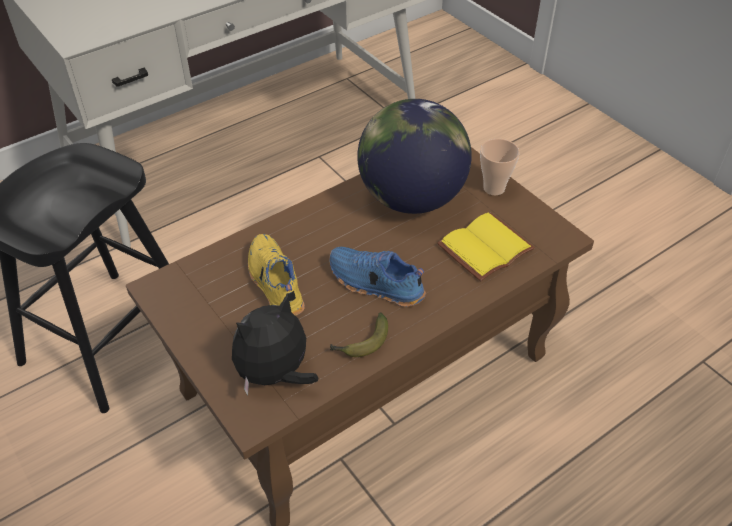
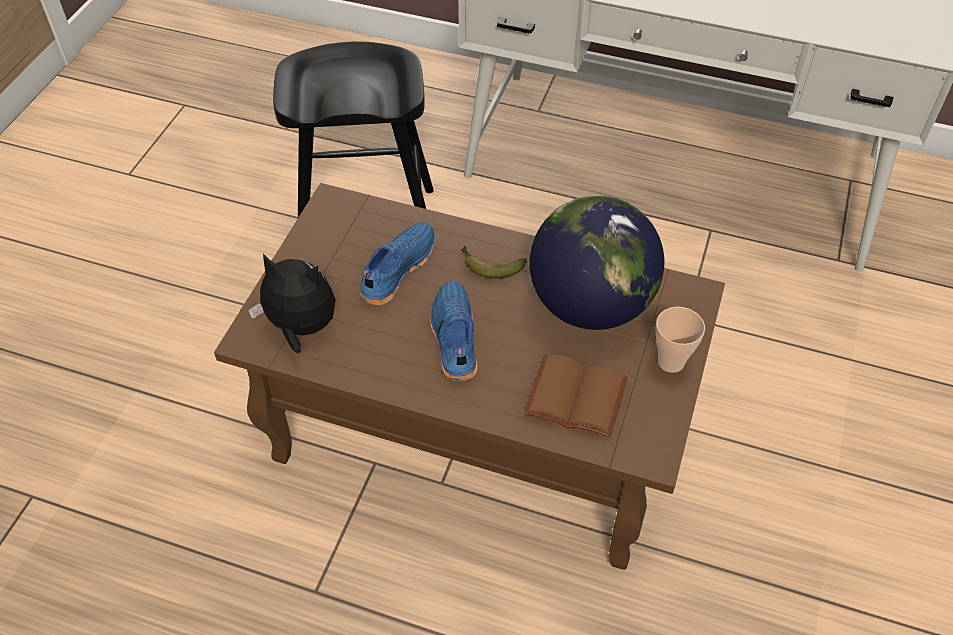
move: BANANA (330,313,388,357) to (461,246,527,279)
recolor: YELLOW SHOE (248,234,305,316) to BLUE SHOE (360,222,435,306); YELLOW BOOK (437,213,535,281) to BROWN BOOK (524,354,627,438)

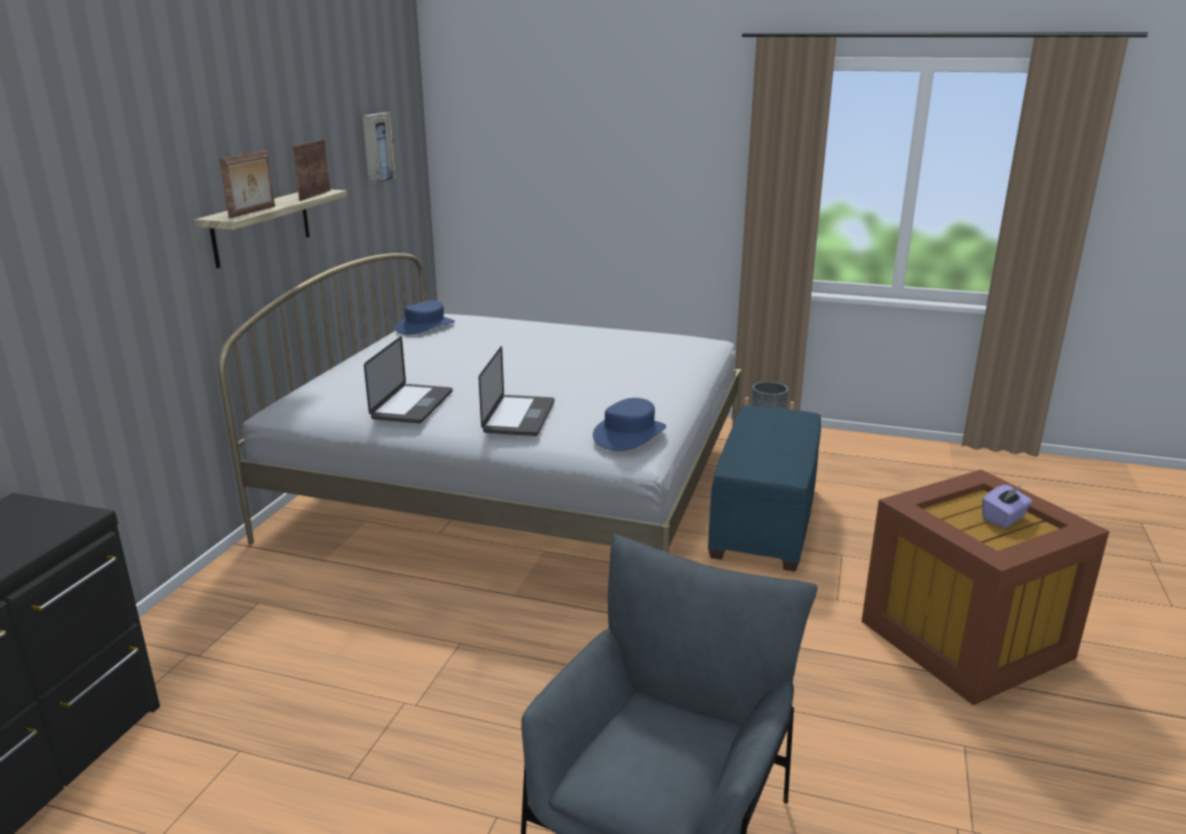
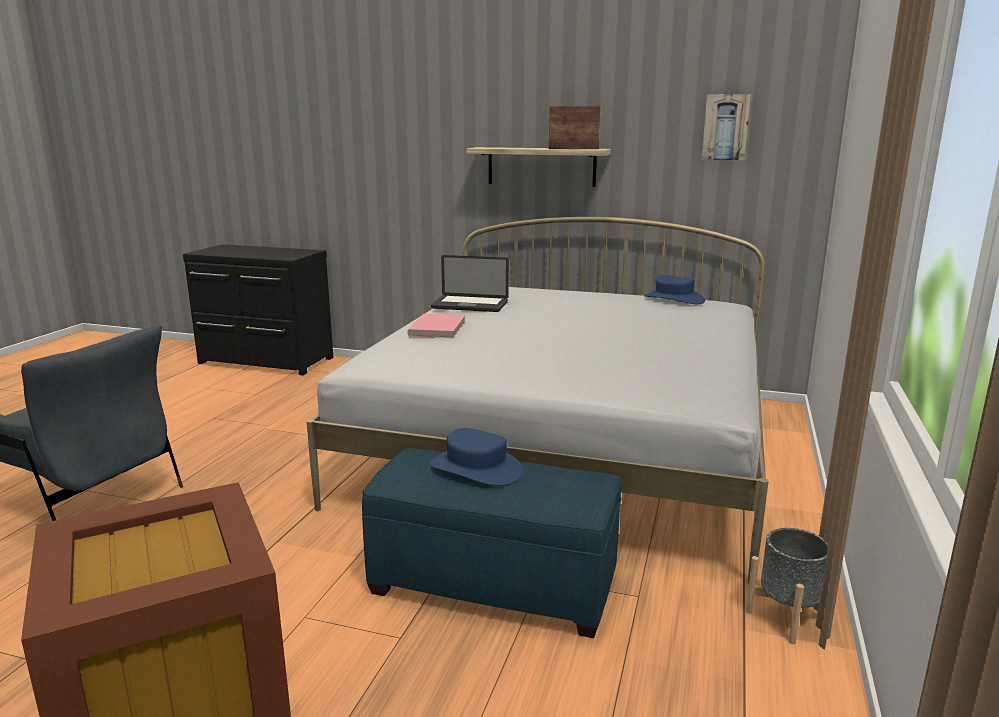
delete: PICTURE FRAME (219,150,275,218); PURPLE TISSUE BOX (982,485,1033,528)
move: BLUE HAT (593,398,666,451) to (430,428,523,486)
replace: LAPTOP (478,346,554,436) to PINK BOOK (407,314,465,338)

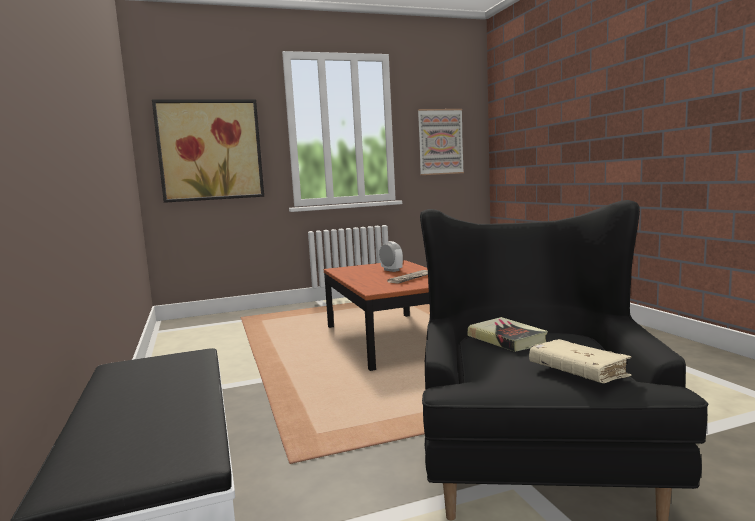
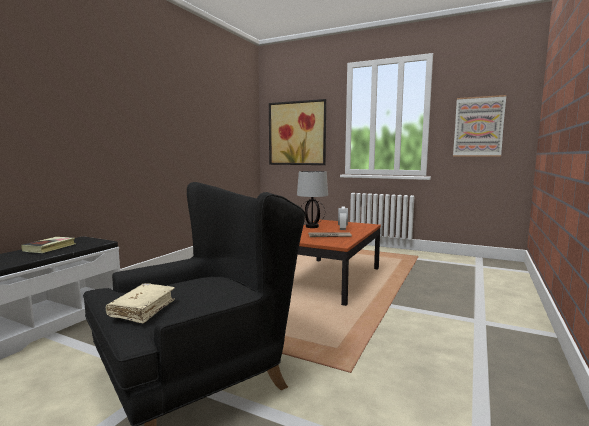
insert: TABLE LAMP (297,171,328,228)
move: BOOK (468,317,548,352) to (21,237,75,253)

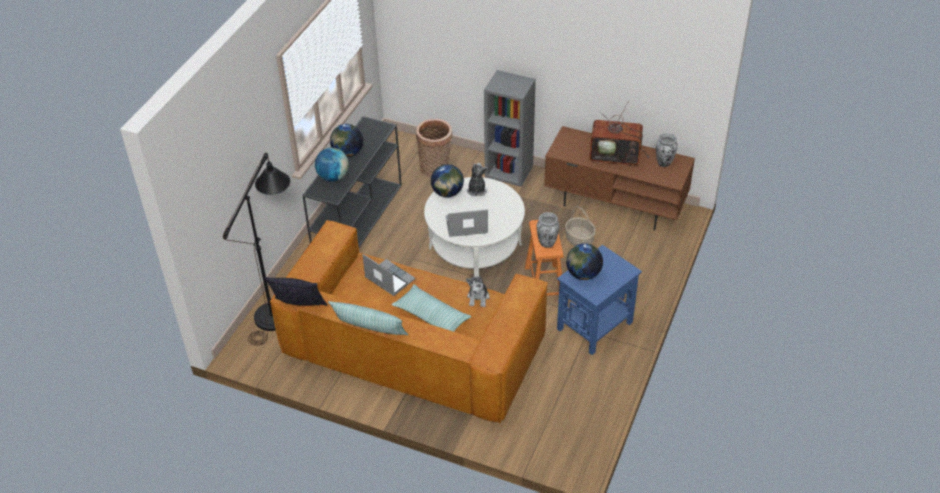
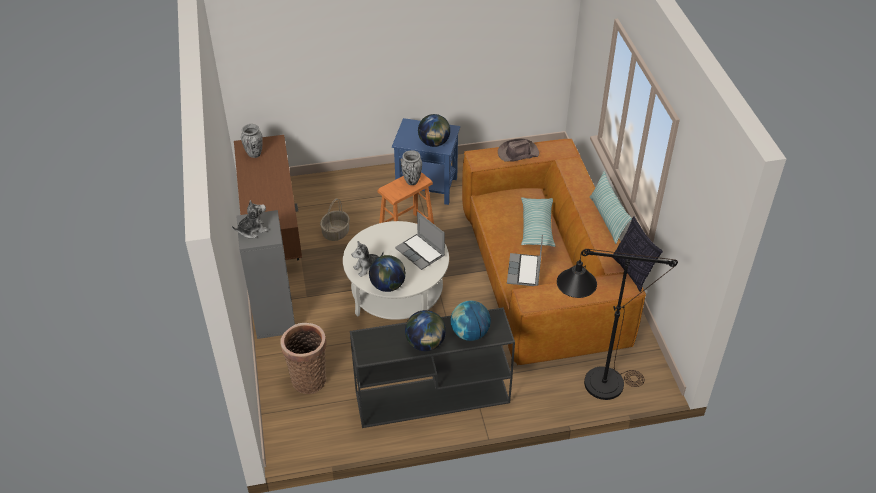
delete: TELEVISION (590,101,649,166)
insert: BROWN HAT (498,139,539,161)
move: PLUSH TOY (466,276,490,307) to (232,200,268,238)

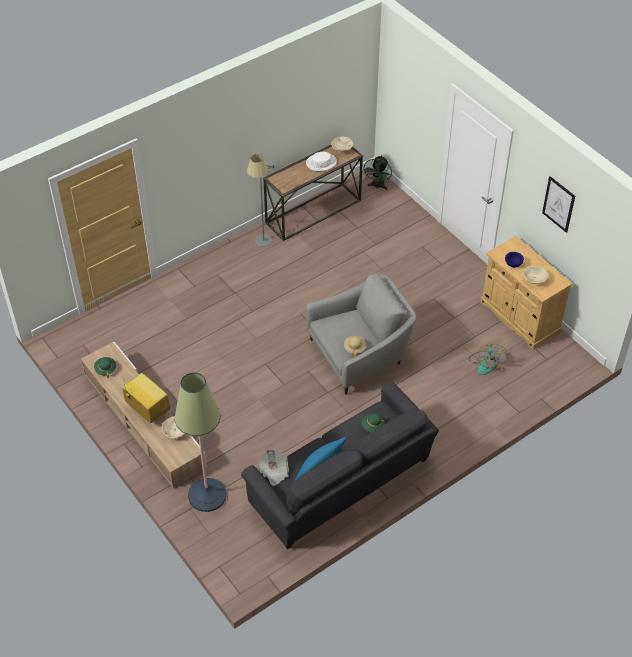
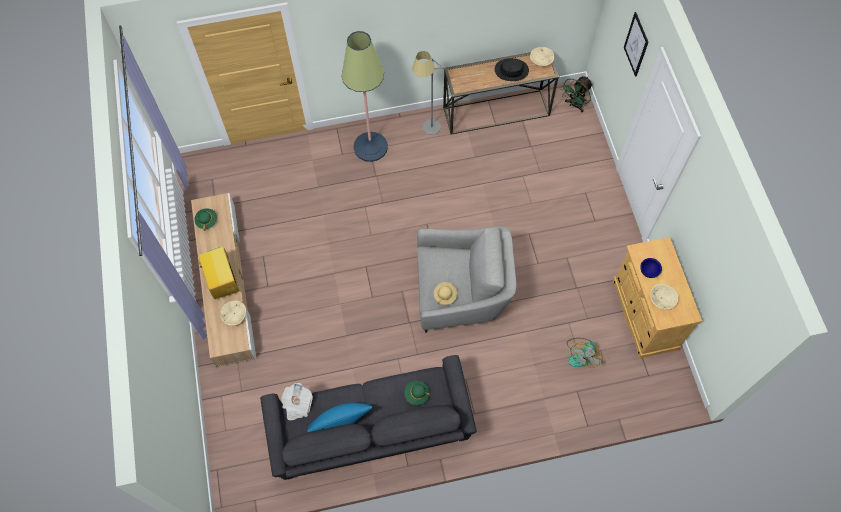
move: FLOOR LAMP (174,373,227,512) to (341,31,388,162); PICTURE (542,176,575,233) to (624,12,649,77)
recolor: WHITE HAT (306,152,337,171) to BLACK HAT (495,58,529,81)

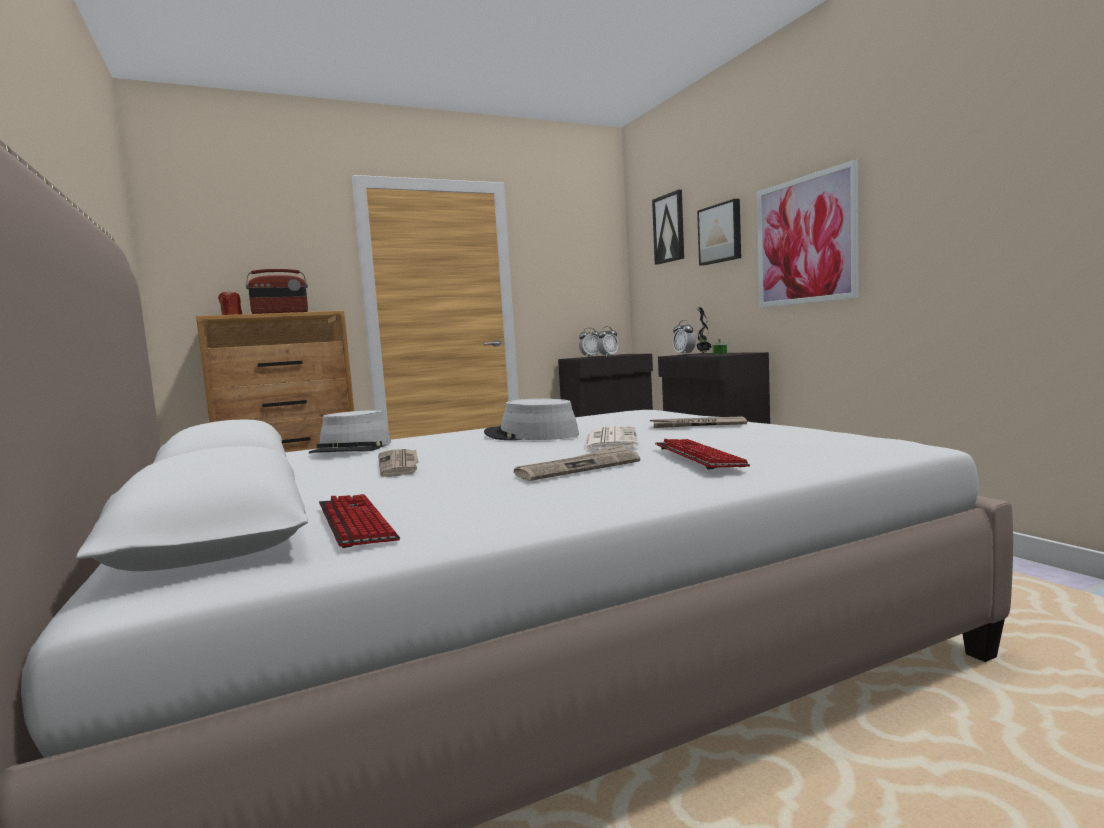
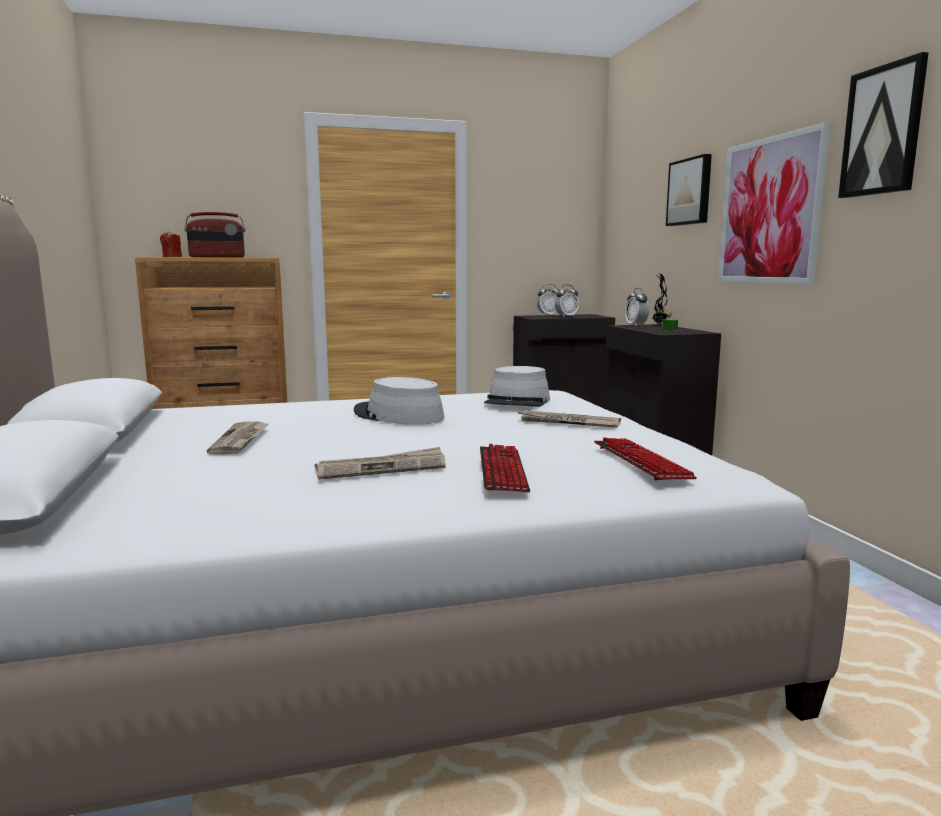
delete: NEWSPAPER (583,426,638,450)
move: GREY HAT (309,410,391,453) to (484,366,550,407); KEYBOARD (319,494,400,548) to (594,437,697,480); PICTURE (652,190,684,265) to (838,52,929,198)

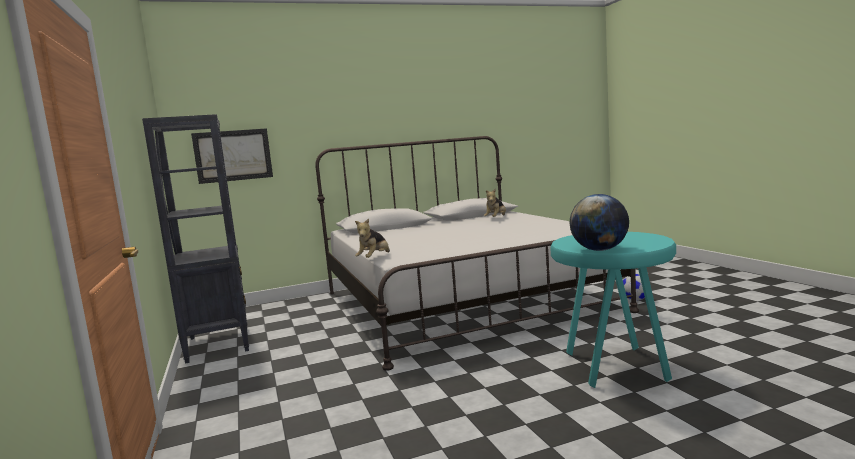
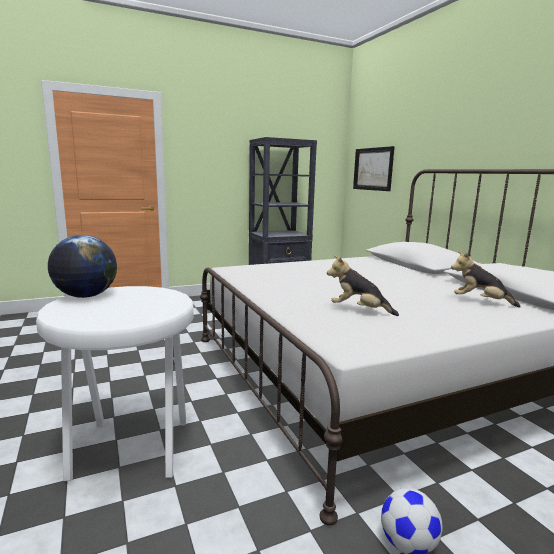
move: PLUSH TOY (355,218,390,258) to (327,255,399,316)
recolor: TURQUOISE STOOL (550,232,676,388) to WHITE STOOL (36,286,194,481)

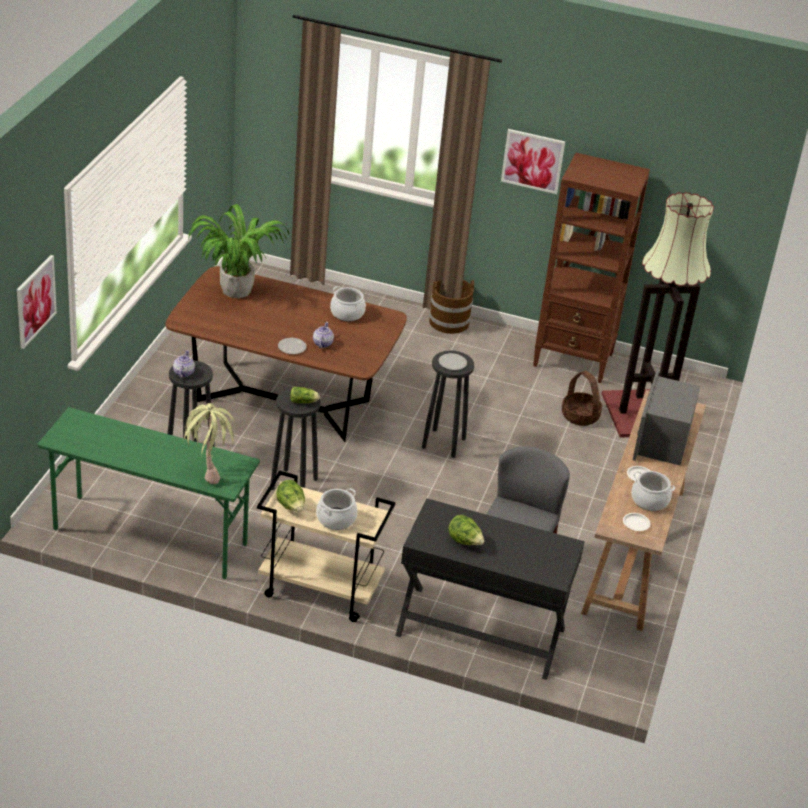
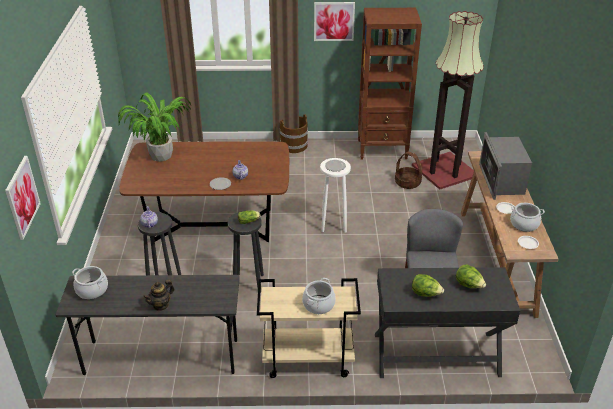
delete: POTTED PLANT (181,403,235,484)
insert: TEAPOT (143,279,174,311)
move: LETTUCE (276,480,305,512) to (456,264,486,288); COOKING POT (330,286,366,321) to (72,266,108,299)
recolor: GREEN DESK (37,407,260,579) to GREY DESK (56,275,240,375); BLACK STOOL (422,350,474,458) to WHITE STOOL (320,158,351,233)

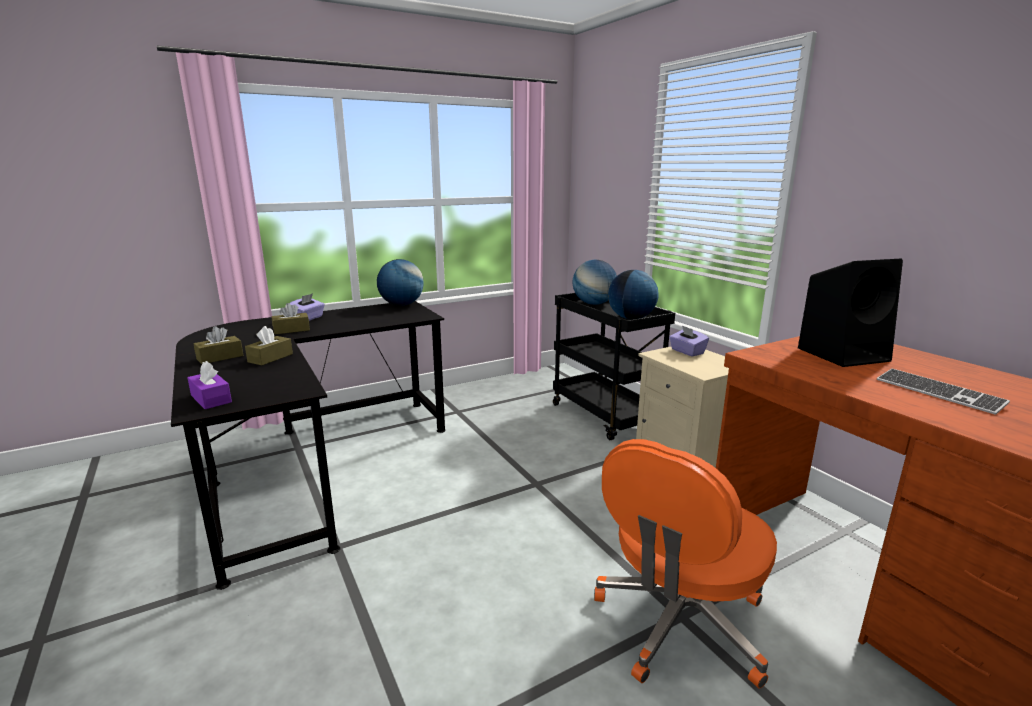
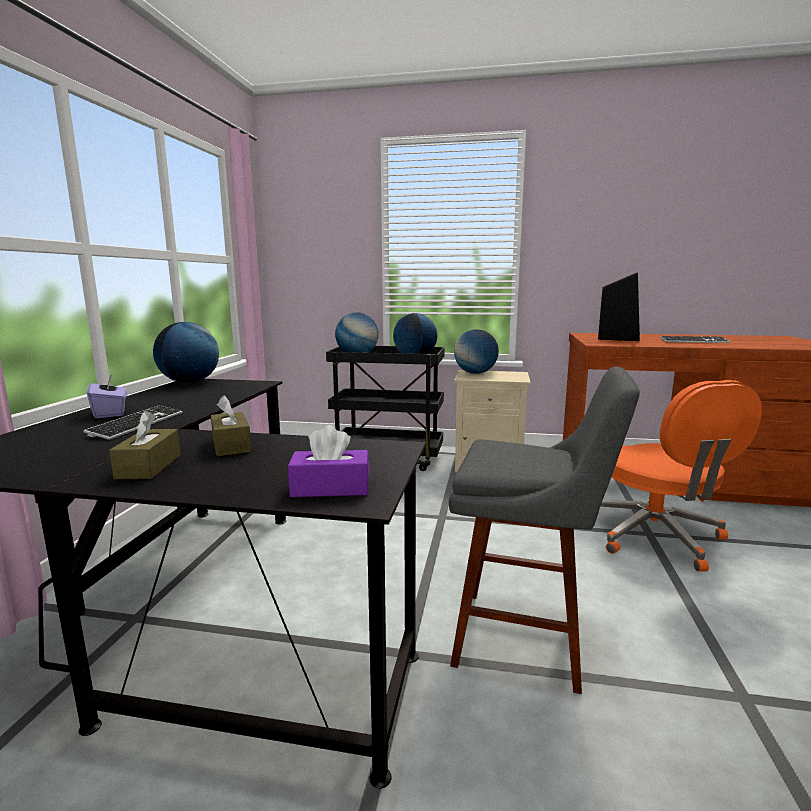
insert: GREY STOOL (449,367,640,694)
replace: BROWN TISSUE BOX (272,303,310,334) to KEYBOARD (83,405,182,440); PURPLE TISSUE BOX (669,325,709,357) to GLOBE (454,329,499,374)

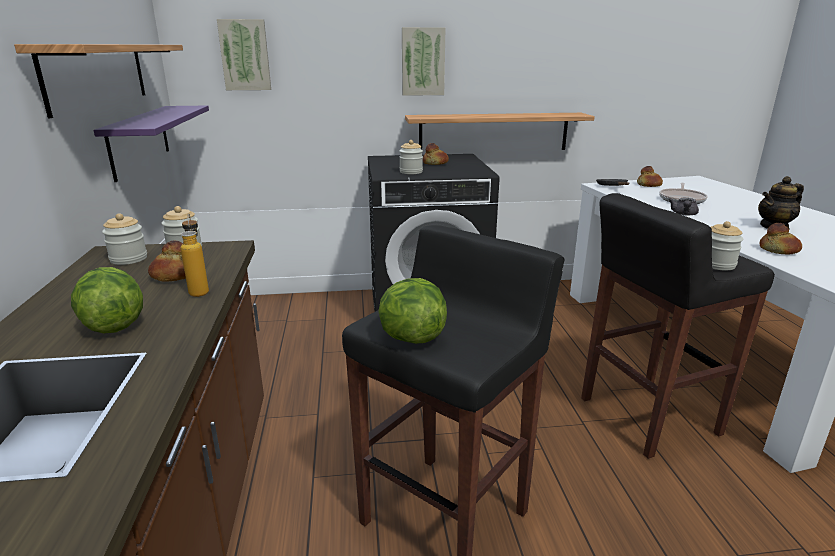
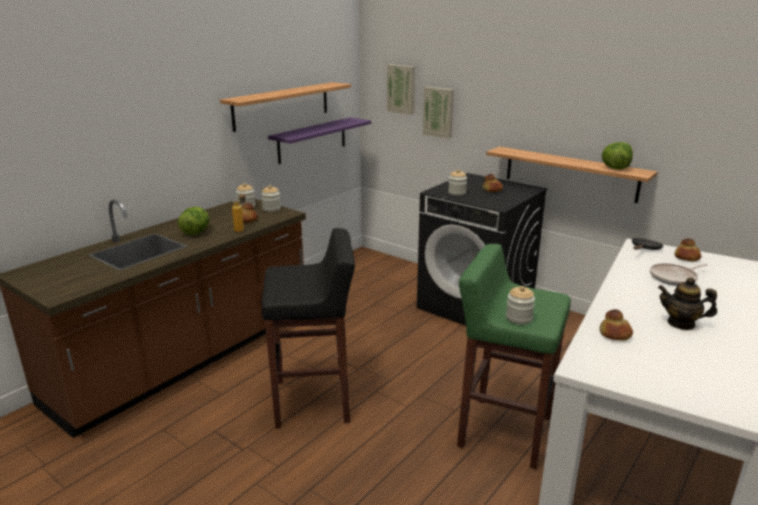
delete: GREY TEAPOT (668,198,699,216)
move: LETTUCE (378,278,447,344) to (602,142,633,170); PICTURE (402,27,446,96) to (423,87,454,138)
recolor: BLACK STOOL (581,193,775,459) to GREEN STOOL (457,244,571,469)

